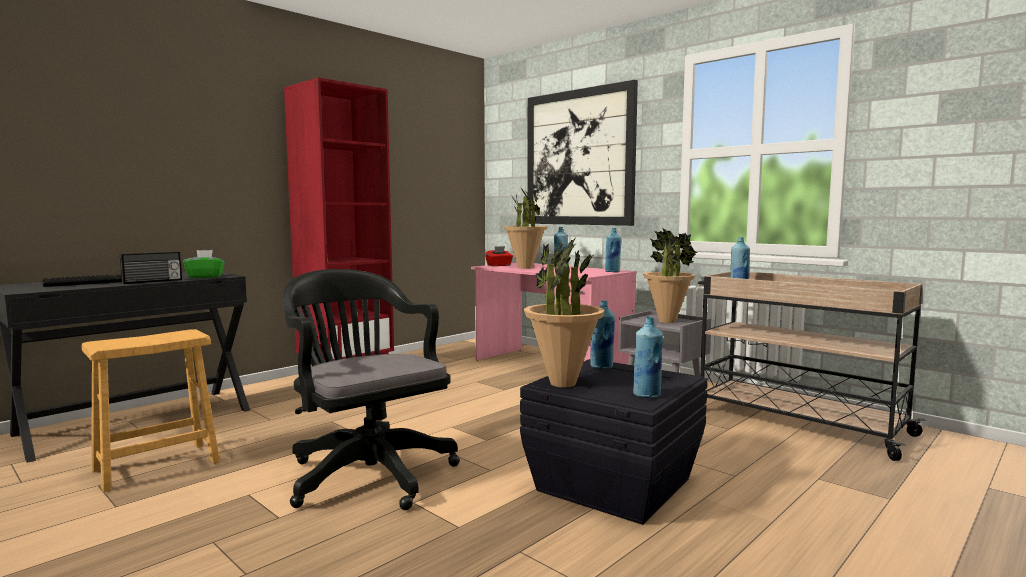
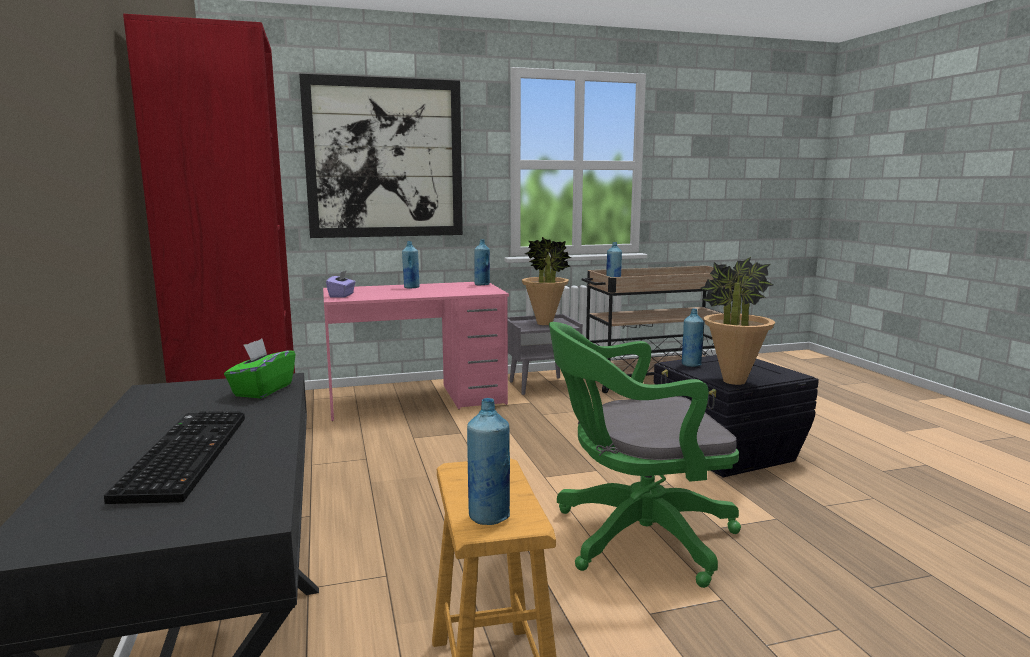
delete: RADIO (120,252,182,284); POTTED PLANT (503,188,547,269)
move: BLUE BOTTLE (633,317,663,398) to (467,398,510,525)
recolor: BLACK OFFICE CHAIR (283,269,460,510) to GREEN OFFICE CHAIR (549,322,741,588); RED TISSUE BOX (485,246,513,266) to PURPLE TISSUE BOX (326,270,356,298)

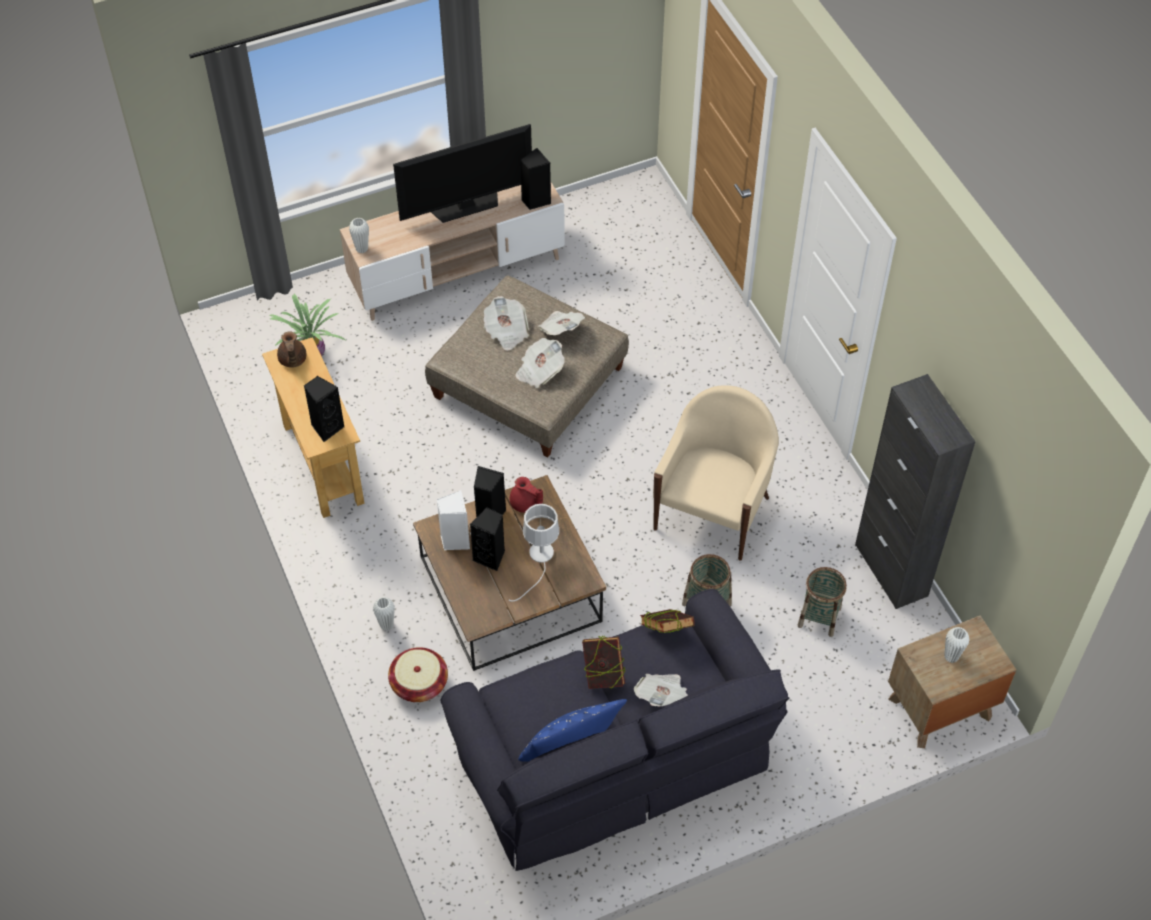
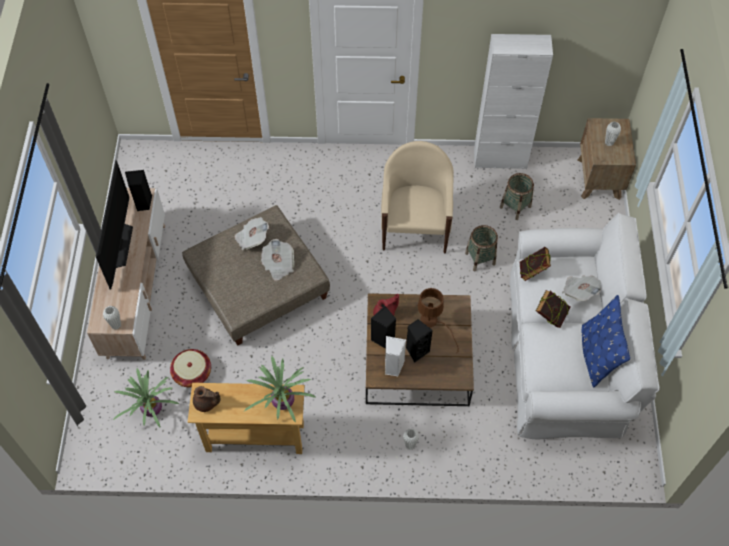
delete: NEWSPAPER (484,296,529,351)
move: BASKET (388,647,448,702) to (170,349,211,387)
replace: BLACK SPEAKER (304,376,345,442) to POTTED PLANT (244,356,316,423)
recolor: BLACK SOFA (441,589,789,871) to WHITE SOFA (510,213,660,440); WHITE TABLE LAMP (509,504,559,601) to BROWN TABLE LAMP (418,288,459,353); BLACK CABINET (855,374,976,609) to WHITE CABINET (474,34,553,169)
rotate: BEIGE ARMCHAIR (653,385,779,561) = (381,141,454,253) 45 degrees clockwise

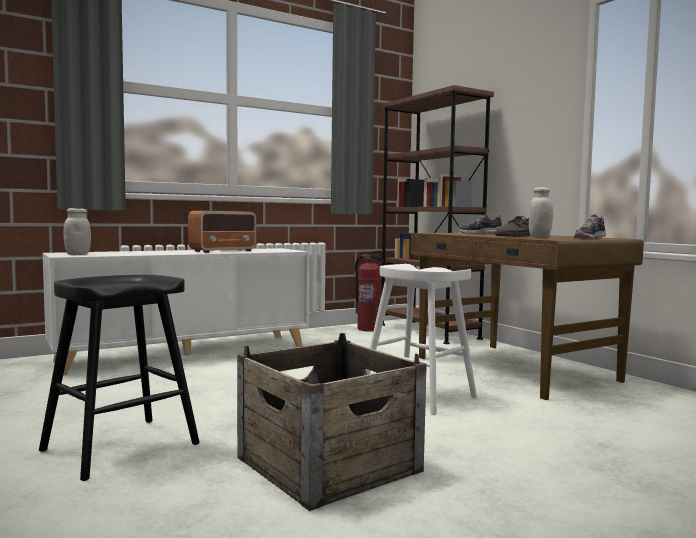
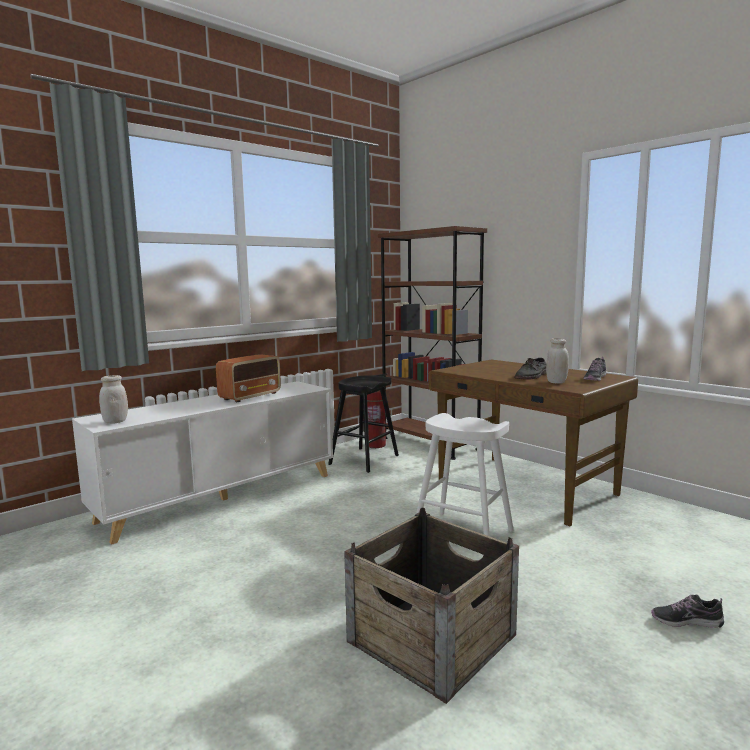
move: BLACK STOOL (39,275,200,481) to (328,375,399,473); SHOE (457,213,502,234) to (651,595,724,628)

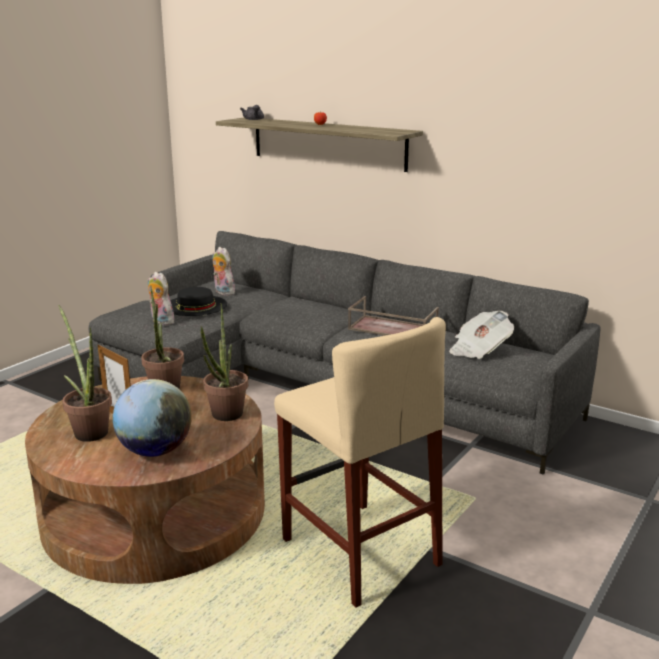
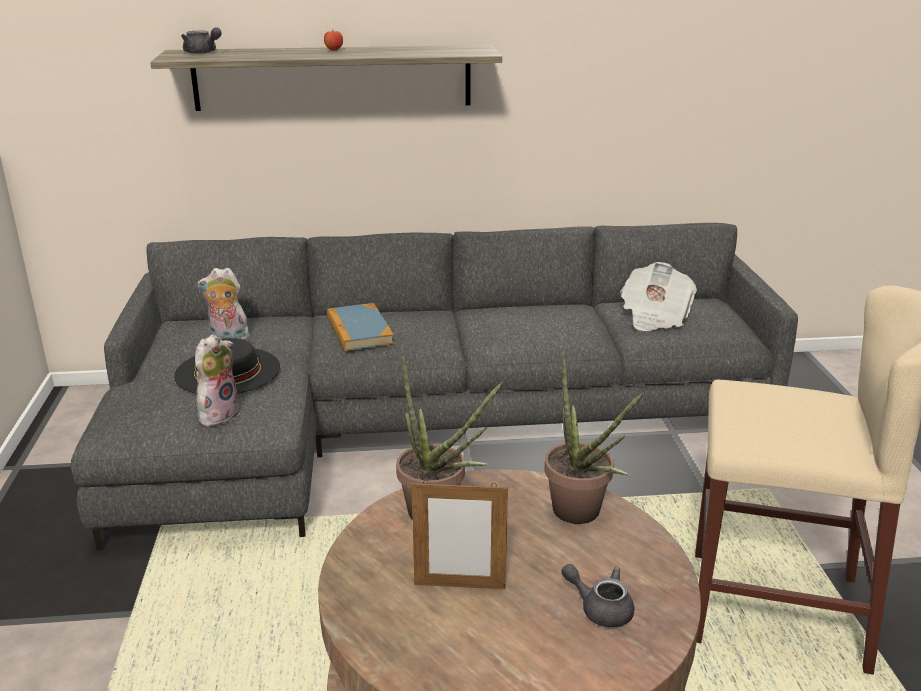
delete: POTTED PLANT (58,305,112,442); BROWN TRAY (348,296,439,336)
insert: BOOK (327,303,394,351)
replace: GLOBE (113,379,192,457) to GREY TEAPOT (561,564,634,627)
rotate: PLUSH TOY (148,272,174,325) = (195,334,240,427) 120 degrees clockwise

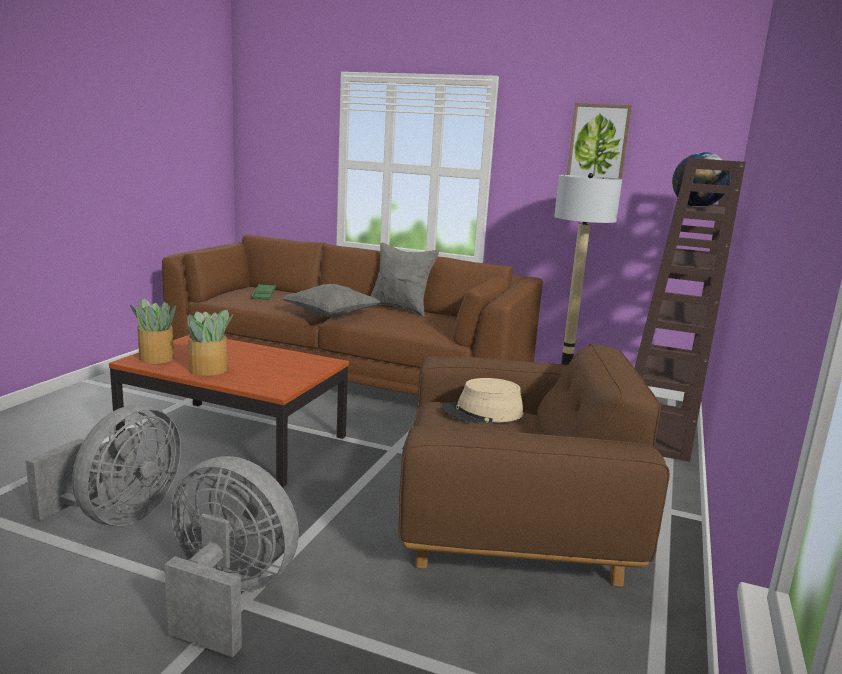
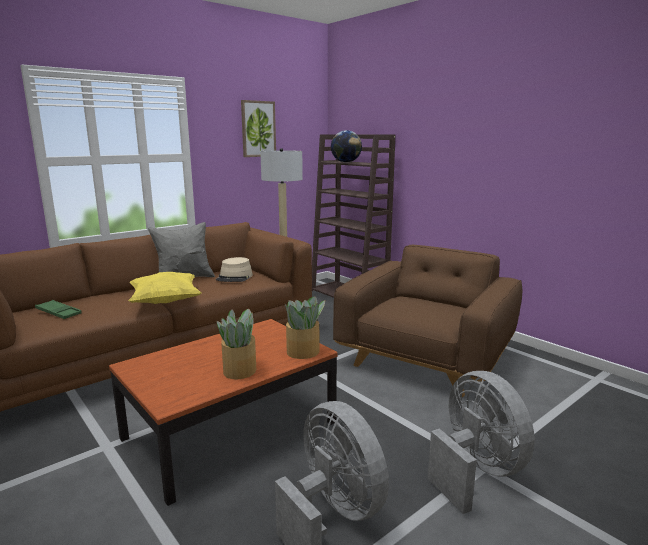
move: POTTED PLANT (130,299,176,364) to (285,296,325,359); BEIGE HAT (442,378,523,424) to (216,257,253,282)
recolor: GREY PILLOW (283,284,381,318) to YELLOW PILLOW (128,272,201,304)
rotate: GREY FAN (164,456,299,658) = (428,371,535,514) 105 degrees clockwise

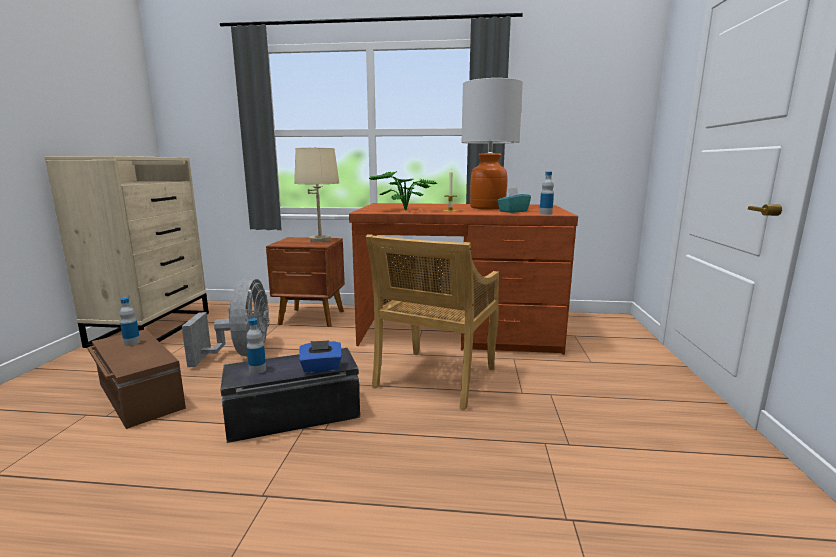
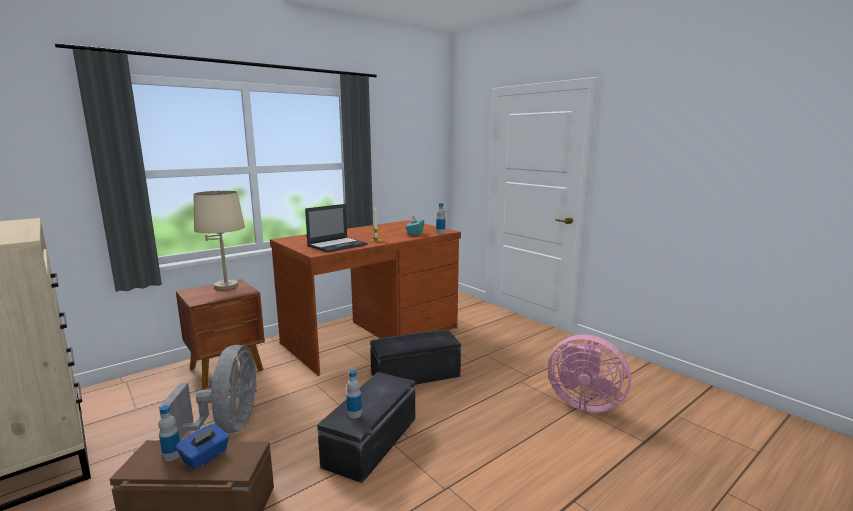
delete: TABLE LAMP (461,78,523,209)
insert: PINK FAN (548,335,631,413)
move: BLUE TISSUE BOX (299,340,342,373) to (176,424,229,469)
replace: BEIGE CHAIR (366,234,499,410) to BLACK STORAGE BOX (370,330,461,385); POTTED PLANT (369,171,437,210) to LAPTOP (305,204,367,253)
rotate: GREY FAN (182,278,269,367) = (159,345,257,440) 45 degrees clockwise

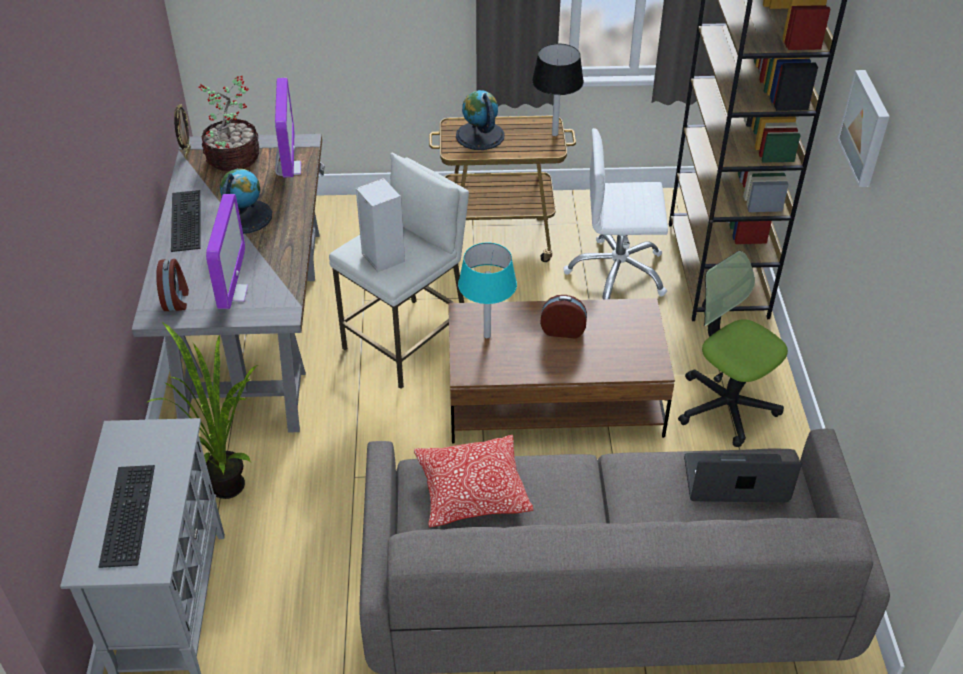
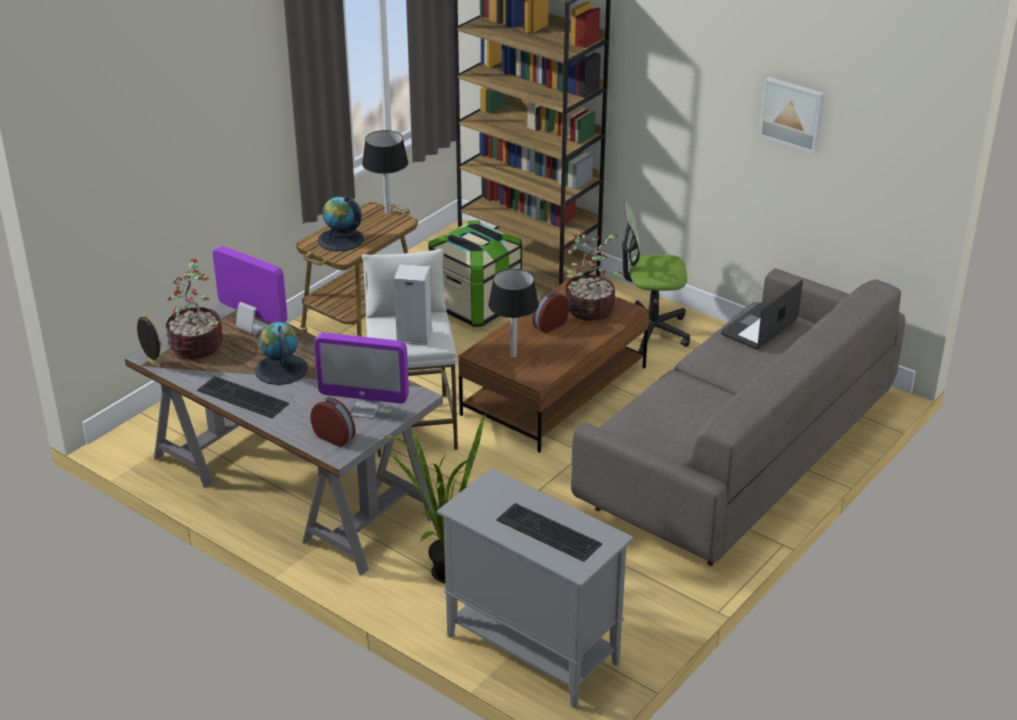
delete: PILLOW (414,435,533,527)
insert: POTTED PLANT (564,231,625,321)
move: PICTURE (837,70,890,187) to (759,77,825,153)
replace: WHITE OFFICE CHAIR (564,128,668,299) to STORAGE BOX (429,220,522,327)
recolor: TURQUOISE TABLE LAMP (458,242,517,338) to BLACK TABLE LAMP (488,269,539,358)
rotate: MONITOR (206,194,248,309) = (314,333,409,419) 150 degrees clockwise

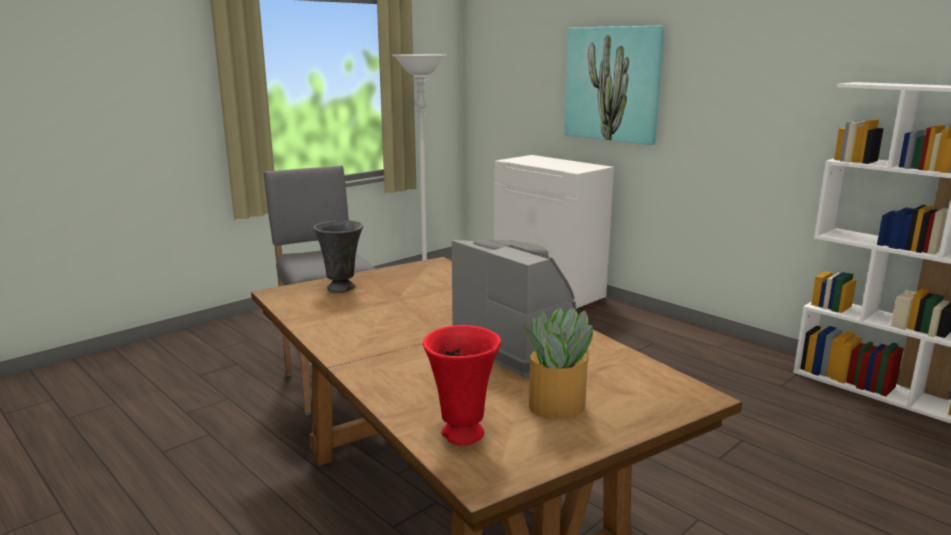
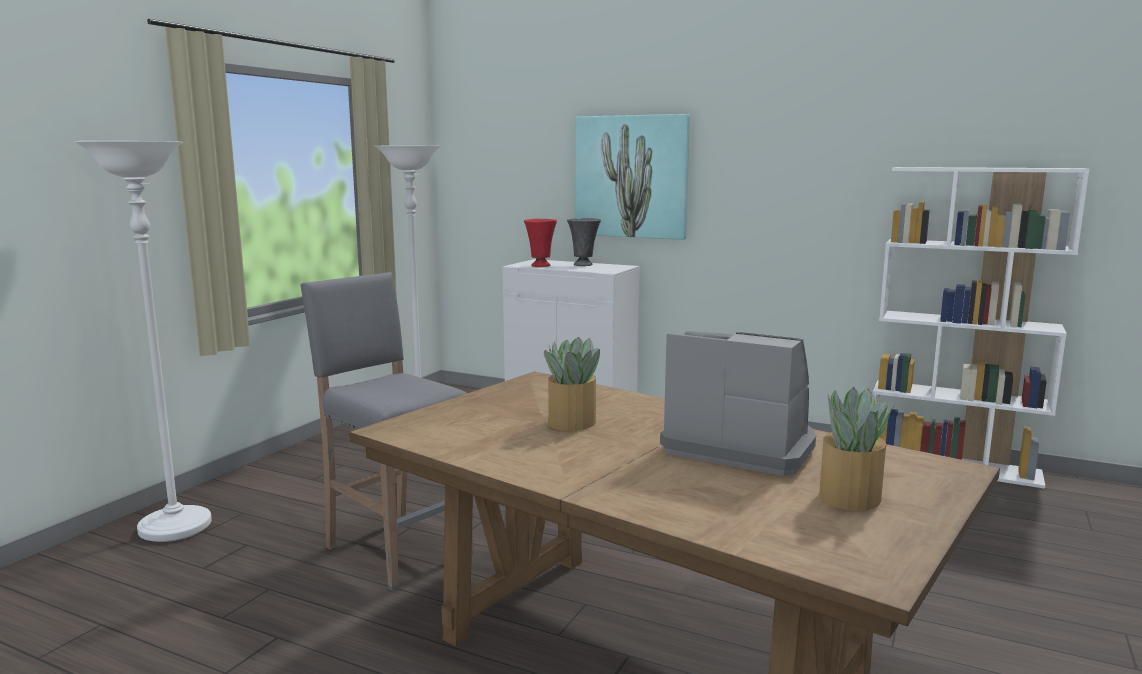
insert: WHITE FLOOR LAMP (74,141,212,542); POTTED PLANT (544,337,600,431)
move: GREY VASE (313,220,363,292) to (567,218,601,266); RED VASE (423,325,501,446) to (524,219,557,267)

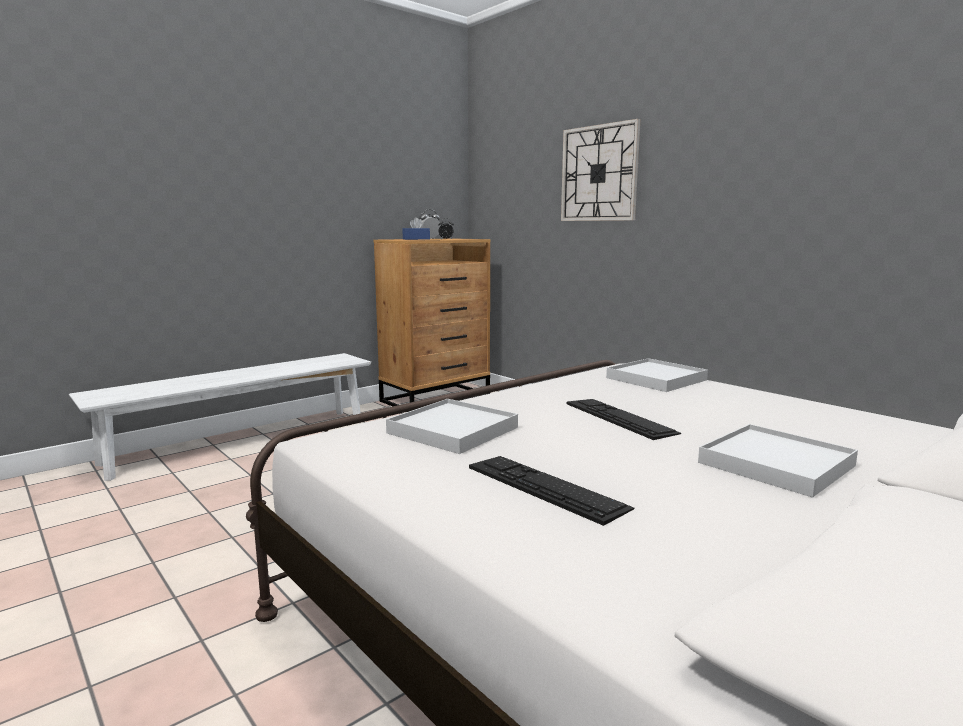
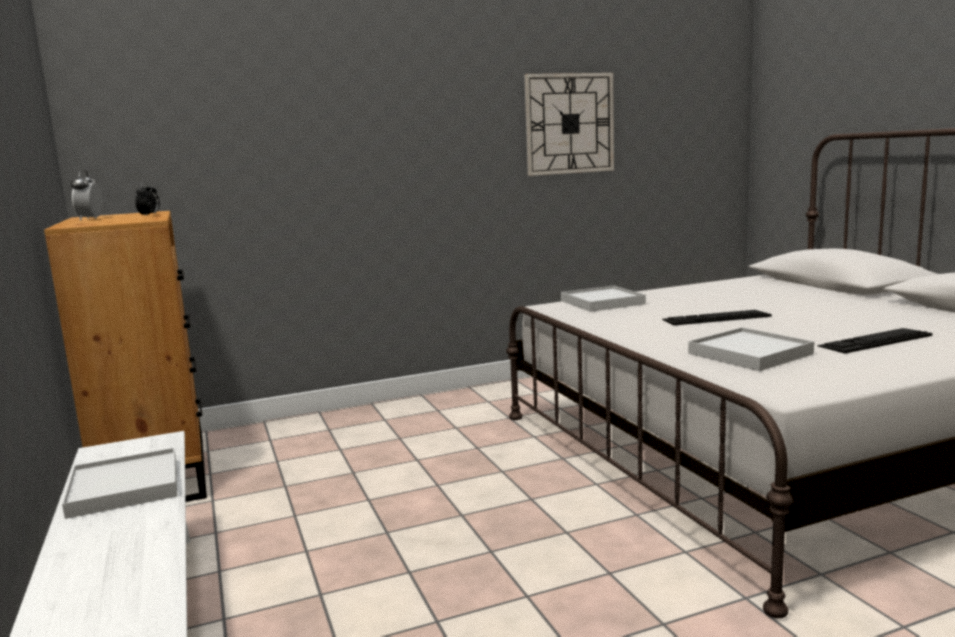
delete: BLUE TISSUE BOX (402,217,430,240)
move: WALL CLOCK (561,119,640,221) to (524,73,614,176); WHITE TRAY (698,424,858,498) to (62,448,177,519)

